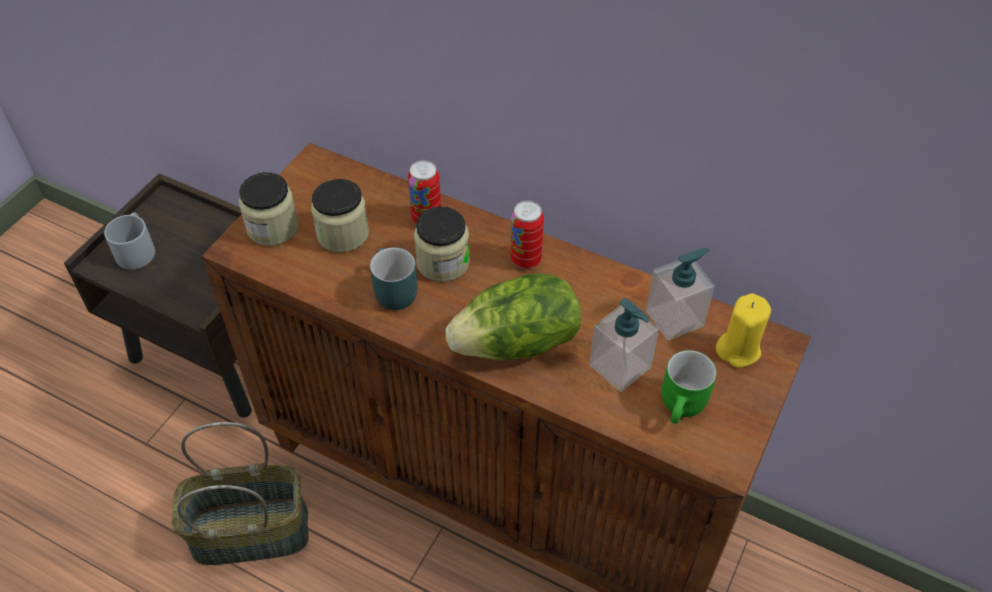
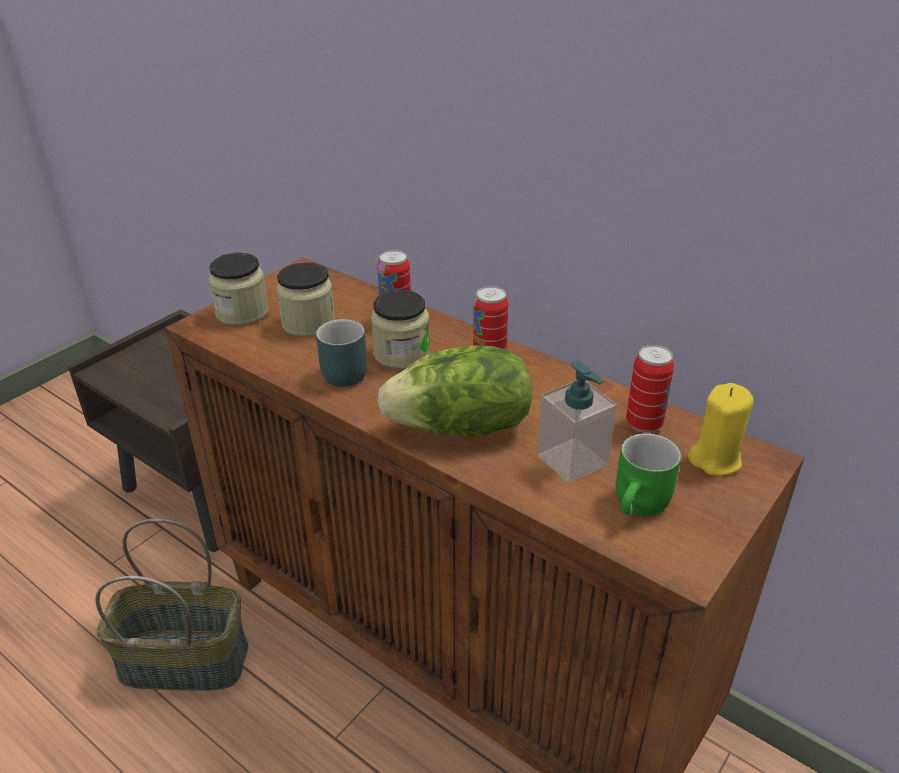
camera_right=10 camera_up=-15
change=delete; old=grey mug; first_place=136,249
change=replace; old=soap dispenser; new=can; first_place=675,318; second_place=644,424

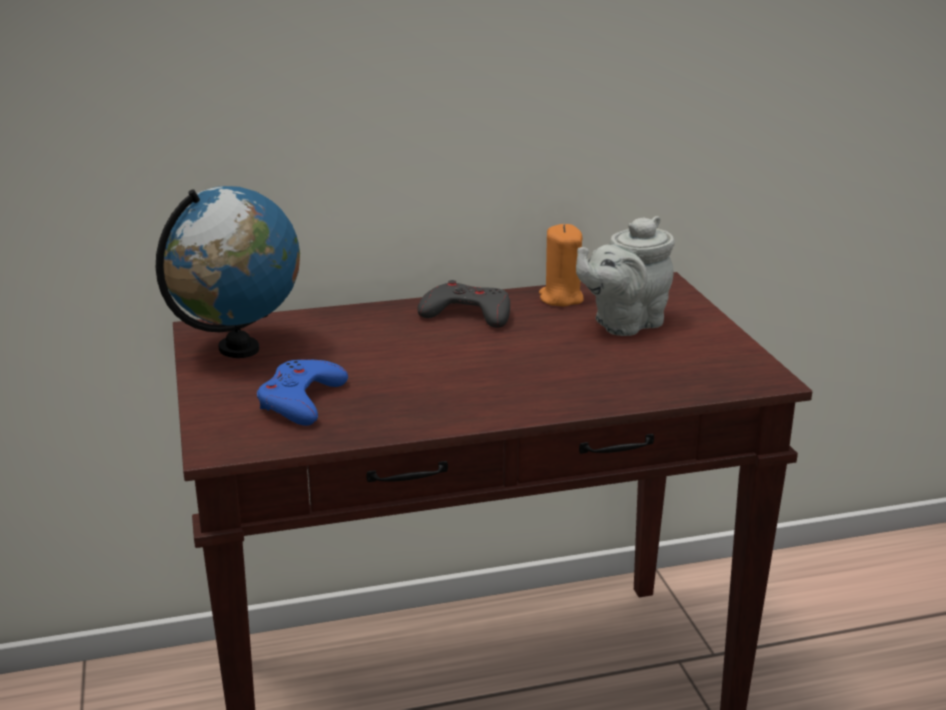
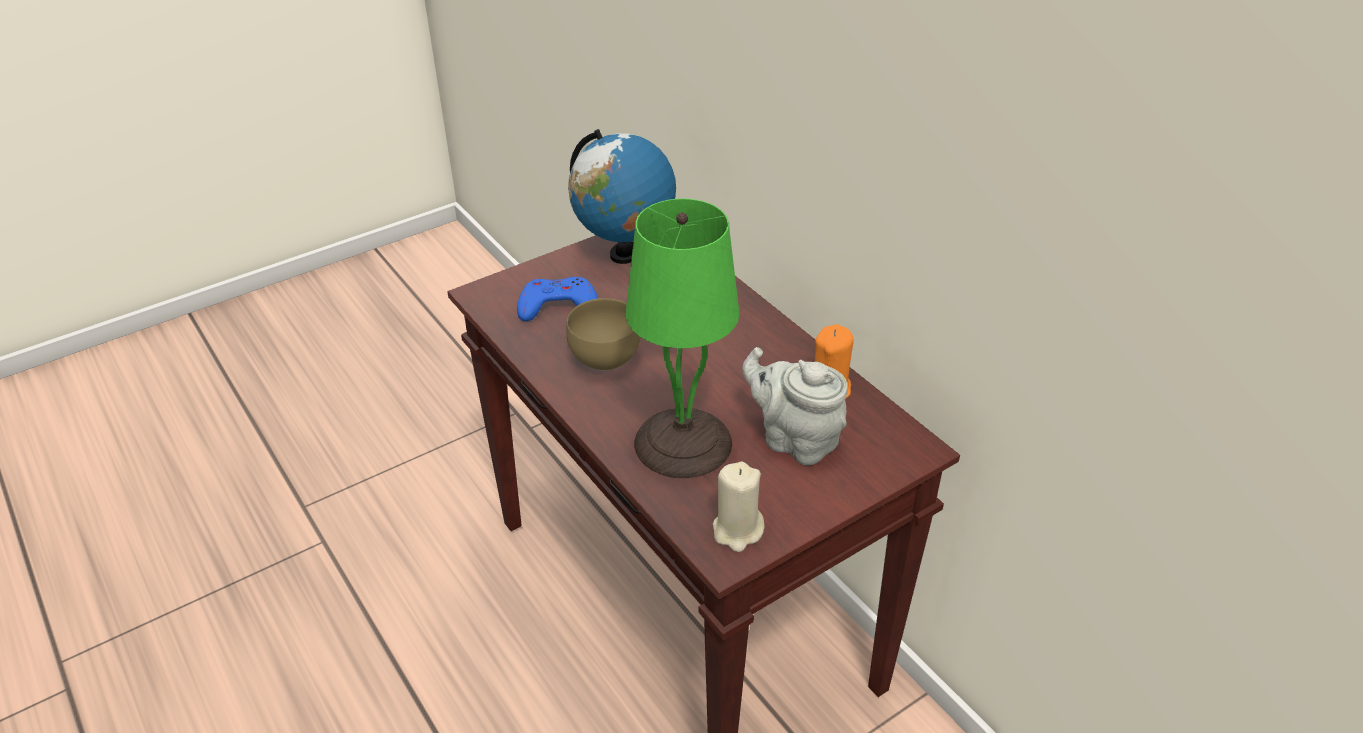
camera_right=70 camera_up=15
change=delete; old=grey game controller; first_place=467,314
change=insert; new=green table lamp; second_place=681,442
change=insert; new=brown bowl; second_place=607,359
change=insert; new=beige candle; second_place=737,530

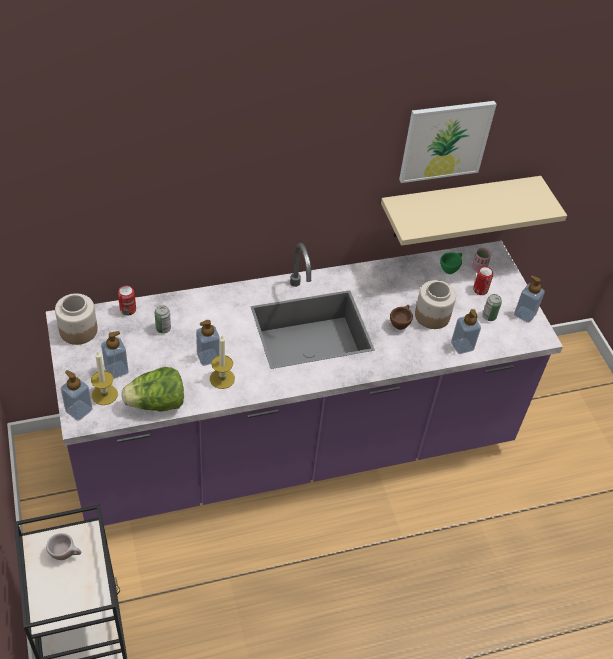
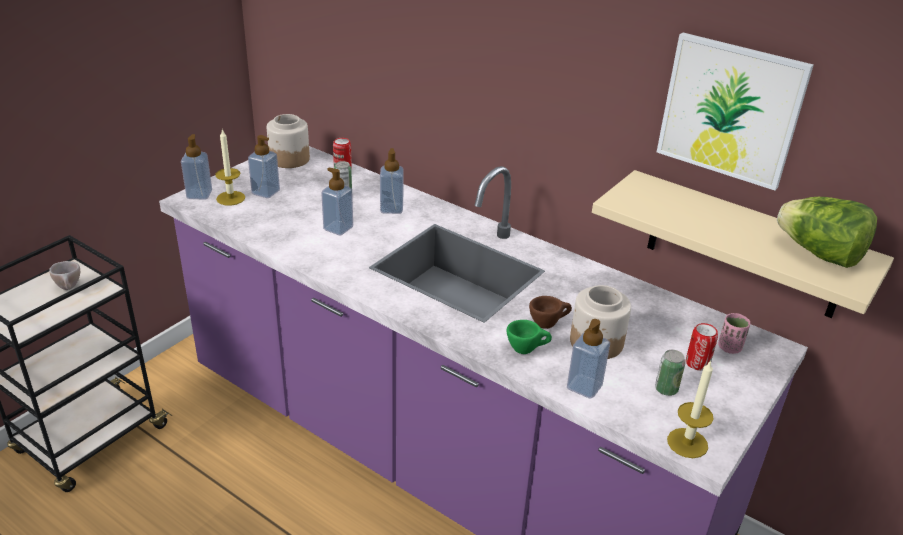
camera_right=55 camera_up=-15
change=move; old=green cup; first_place=450,269; second_place=527,350
change=move; old=soap dispenser; first_place=524,314; second_place=391,208
change=move; old=candle; first_place=222,378; second_place=687,443
change=move; old=lettuce; first_place=156,403; second_place=819,254

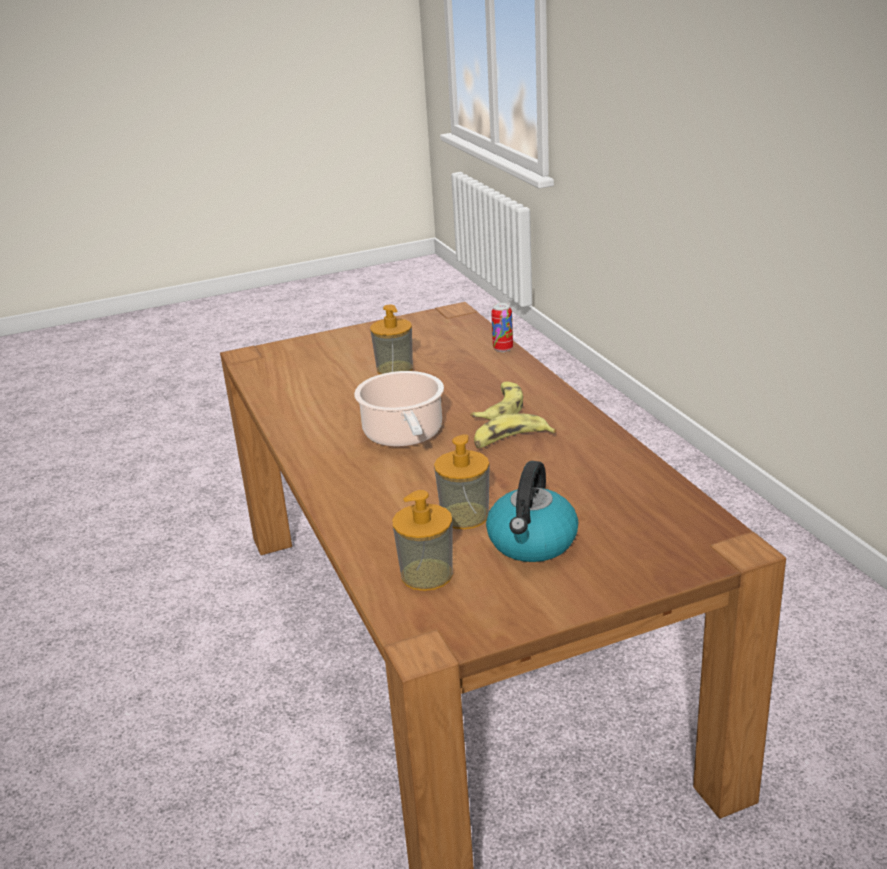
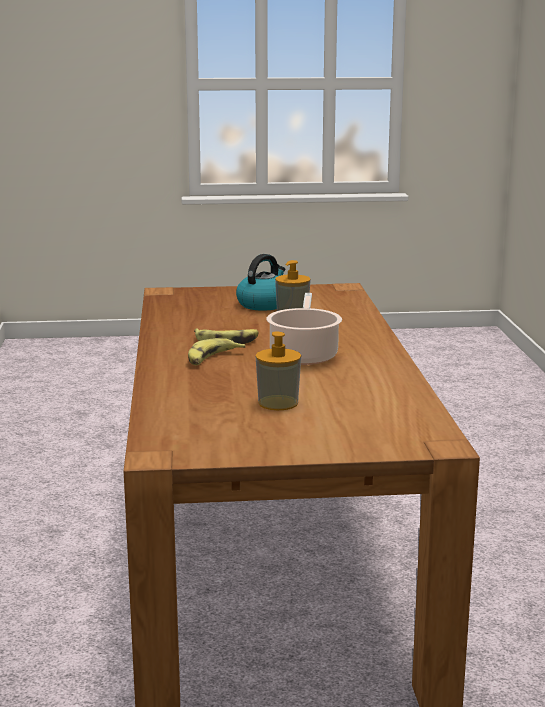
camera_right=-165 camera_up=-10
change=delete; old=can; first_place=503,349
change=delete; old=soap dispenser; first_place=426,574

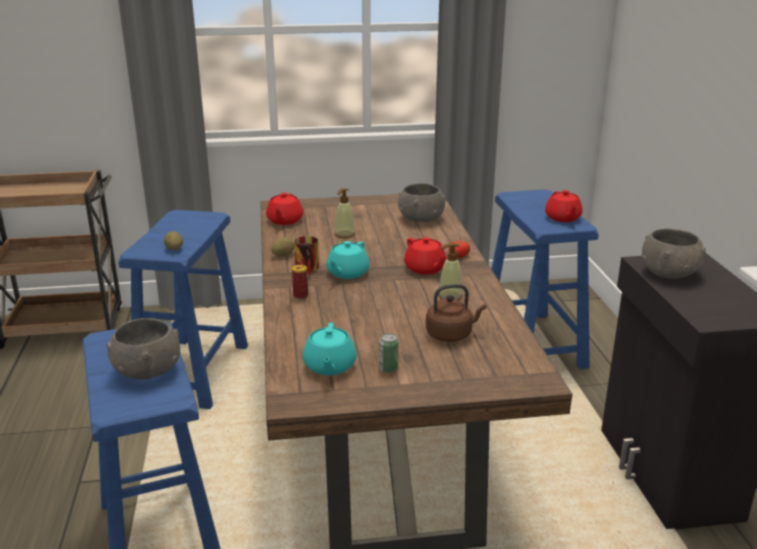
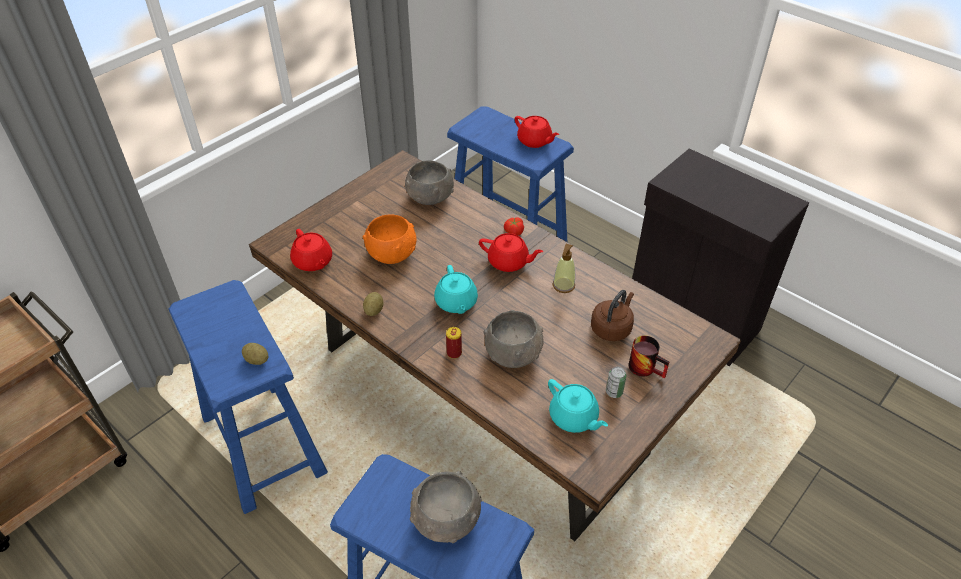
camera_right=-40 camera_up=20
change=replace; old=soap dispenser; new=orange bowl; first_place=344,235; second_place=392,253
change=move; old=grey bowl; first_place=670,273; second_place=513,353
change=move; old=mug; first_place=310,269; second_place=647,367

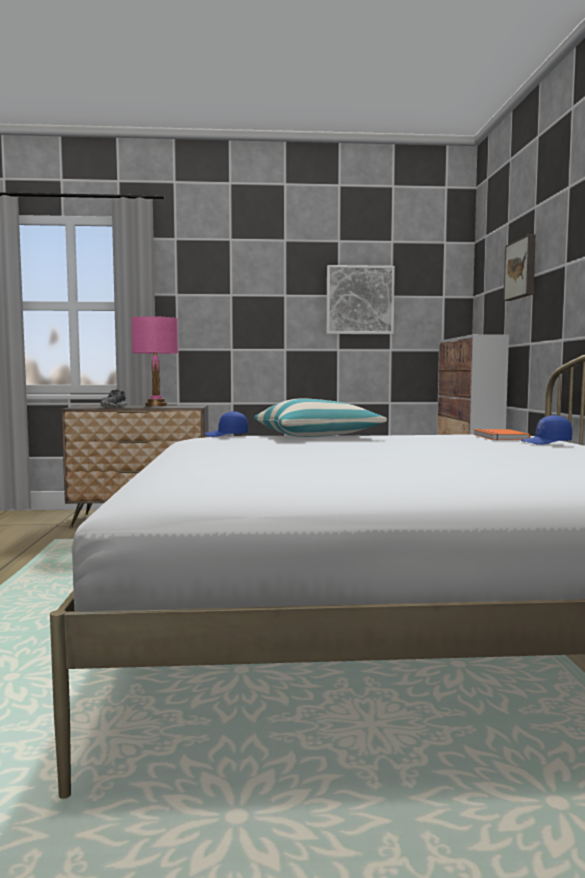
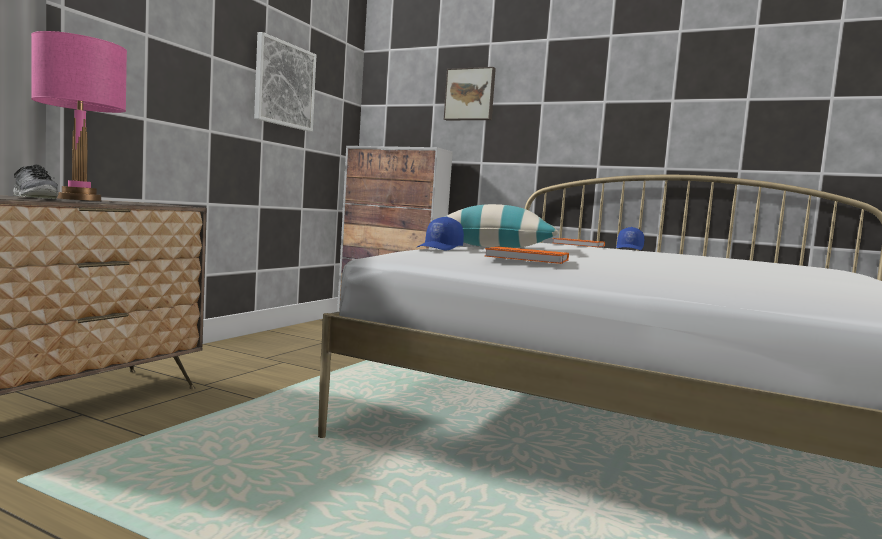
camera_right=-60 camera_up=0
change=insert; new=orange book; second_place=527,259

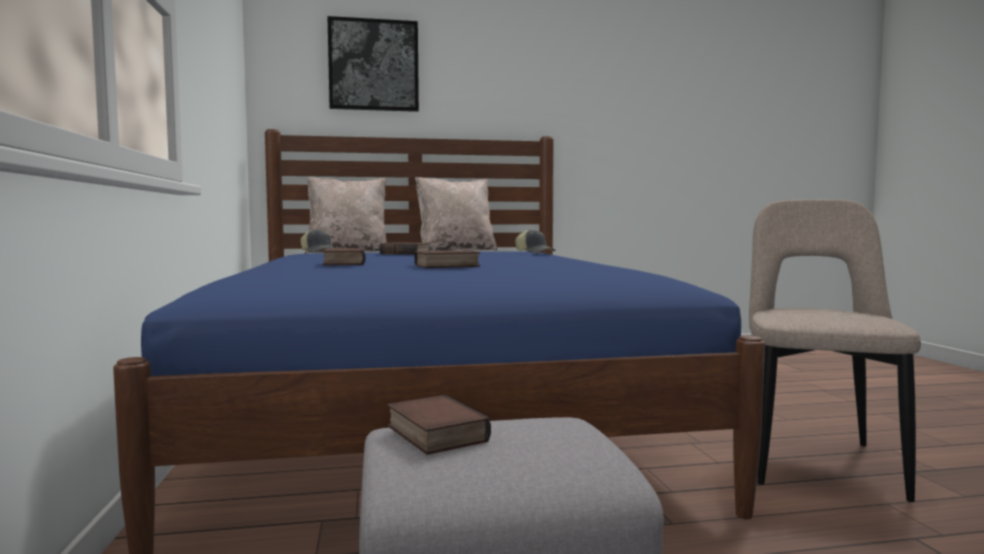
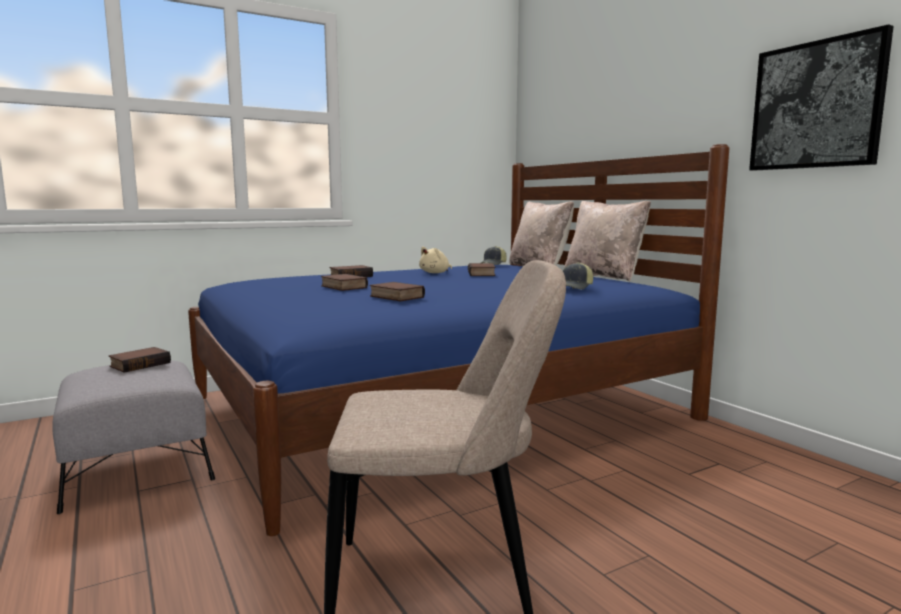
camera_right=70 camera_up=5
change=move; old=picture; first_place=373,65; second_place=816,105
change=insert; new=beige plush toy; second_place=435,273
change=insert; new=book; second_place=395,297

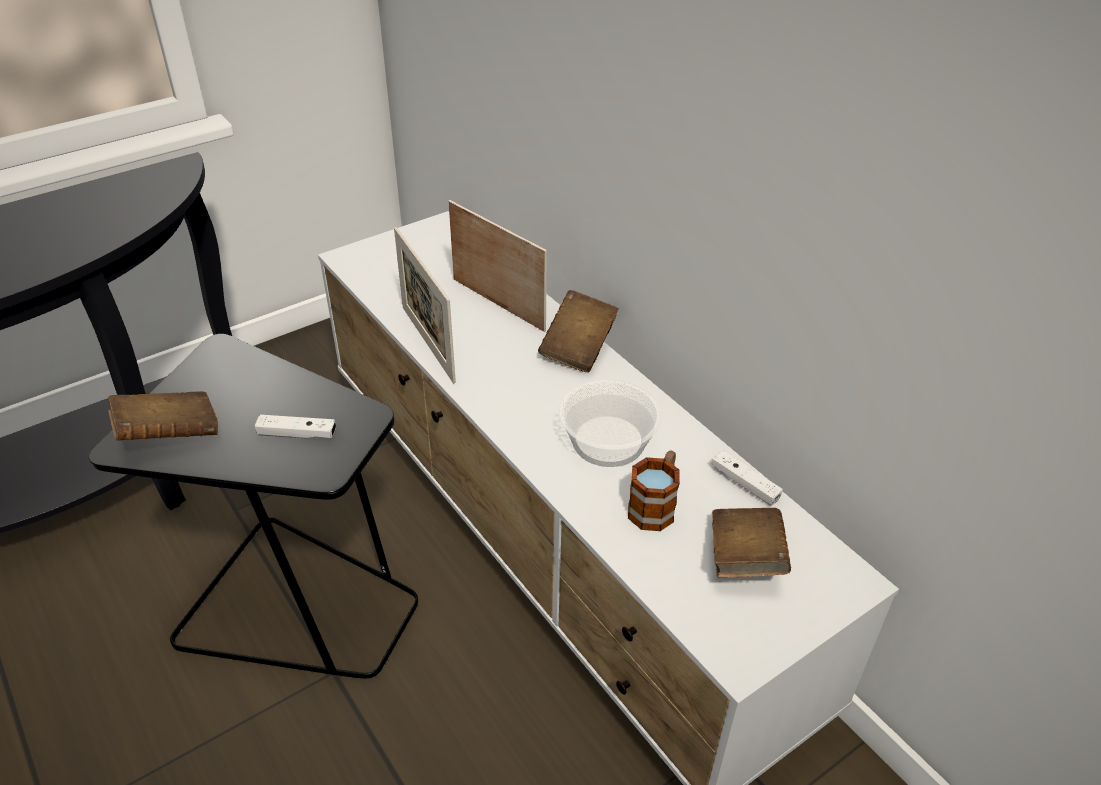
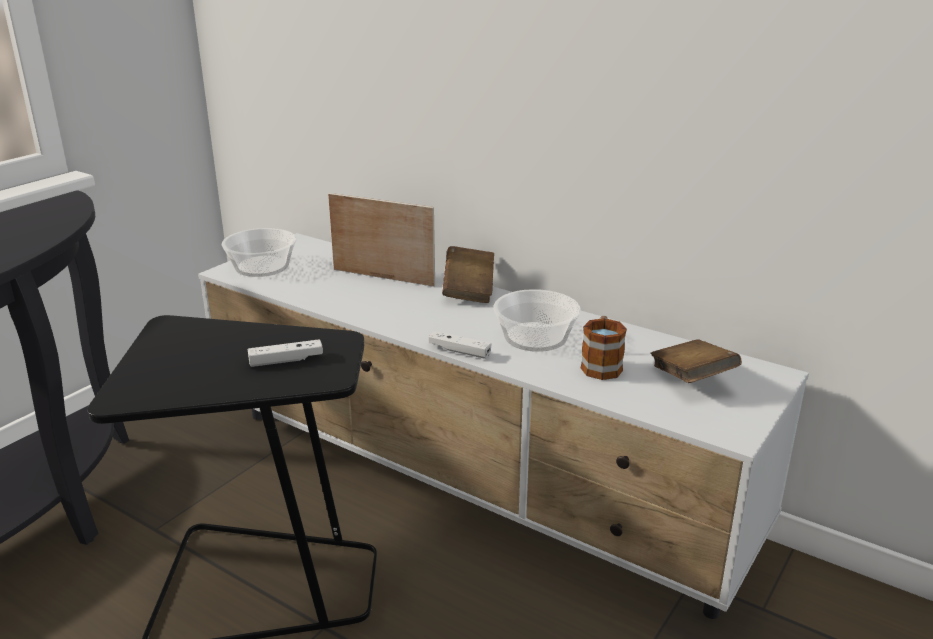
camera_right=-20 camera_up=-15
change=delete; old=picture frame; first_place=428,343
change=delete; old=brown book; first_place=169,435
change=move; old=white game controller; first_place=744,484; second_place=459,351
change=insert; new=bowl; second_place=263,266

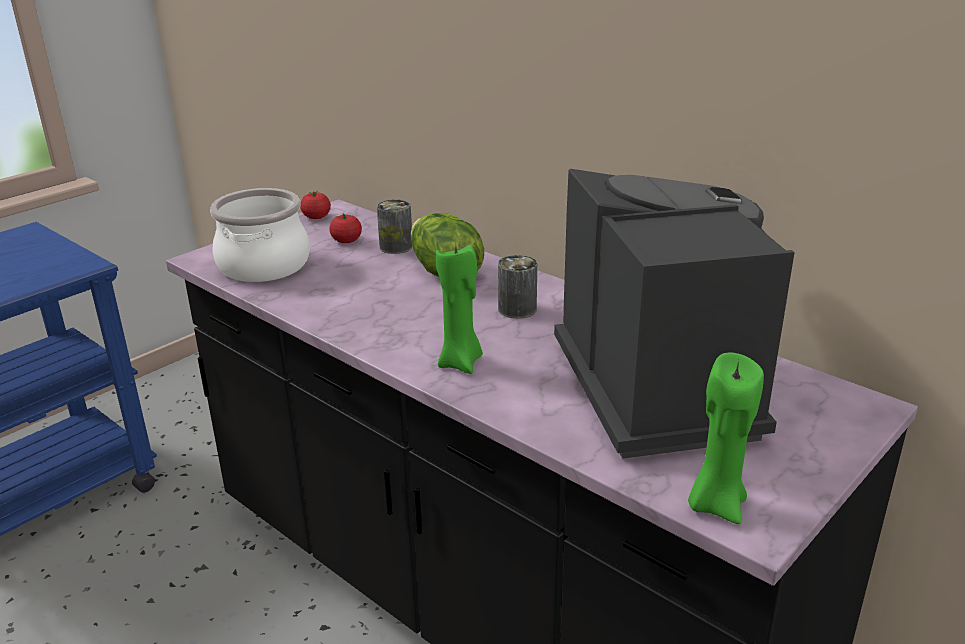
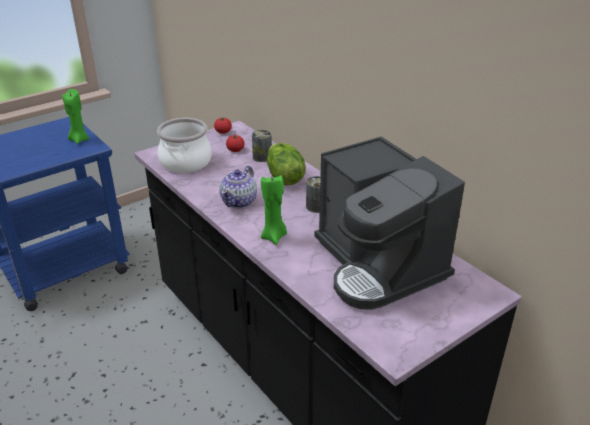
camera_right=10 camera_up=5
change=rotate; old=coffee machine; first_place=660,386; second_place=378,265; degrees=150
change=move; old=green candle; first_place=715,504; second_place=79,140
change=insert; new=teapot; second_place=239,201

